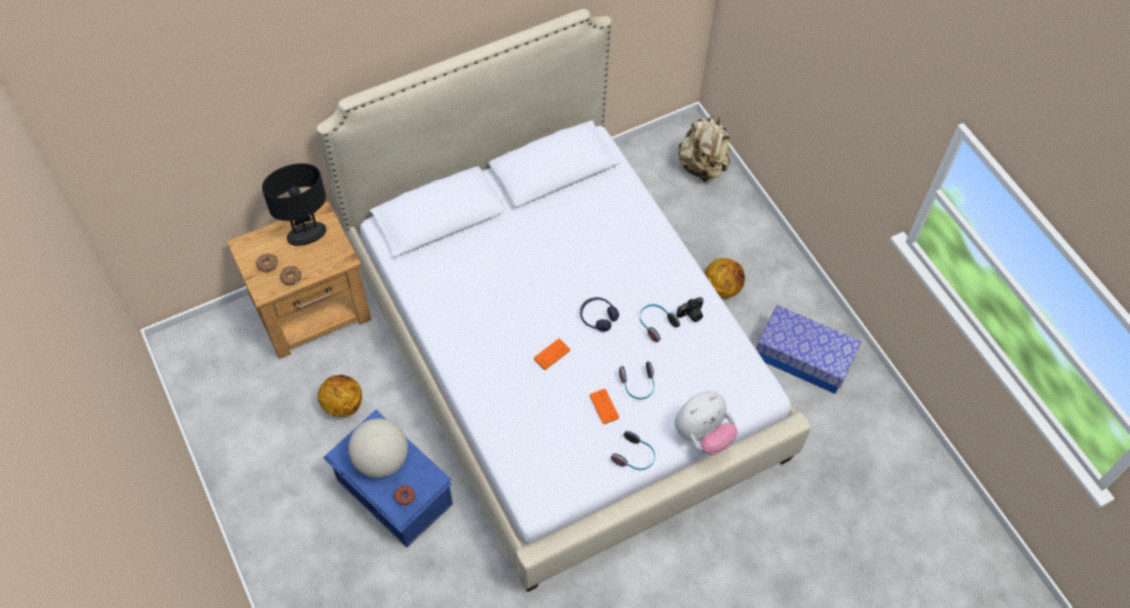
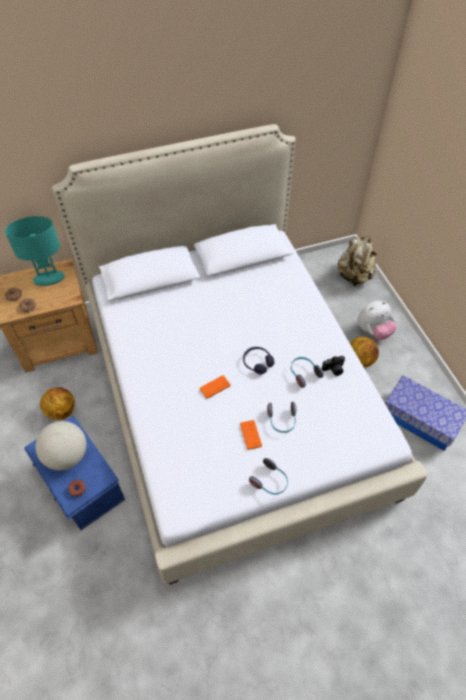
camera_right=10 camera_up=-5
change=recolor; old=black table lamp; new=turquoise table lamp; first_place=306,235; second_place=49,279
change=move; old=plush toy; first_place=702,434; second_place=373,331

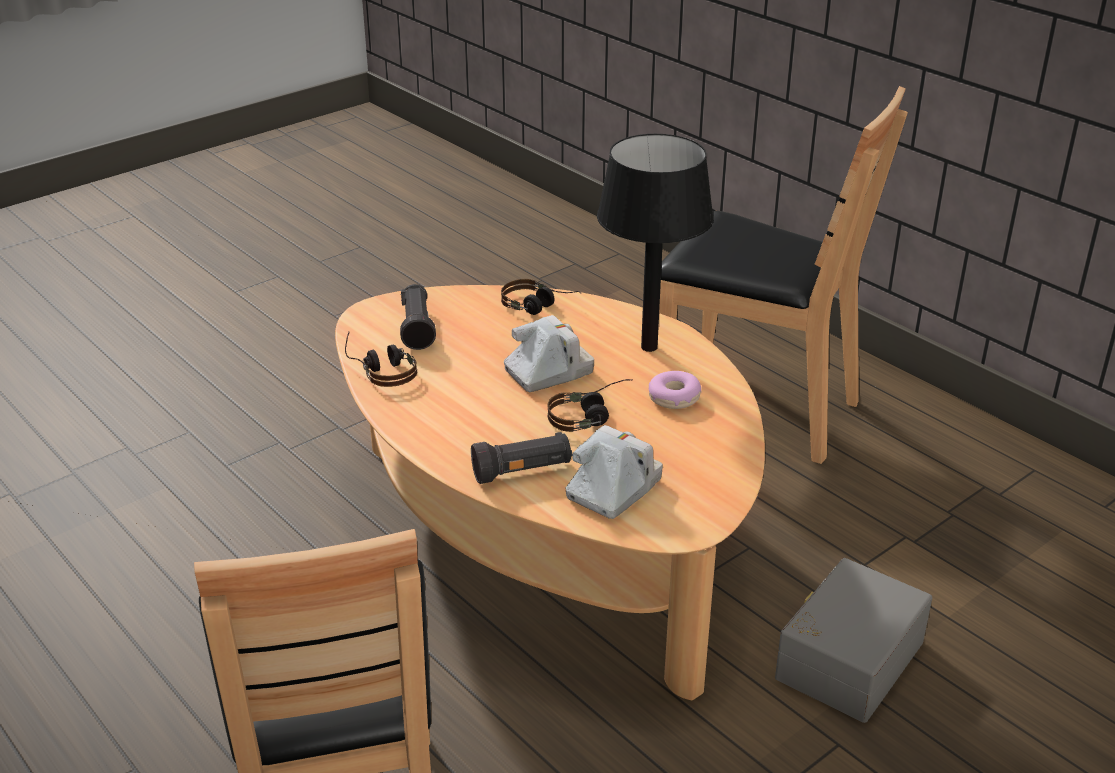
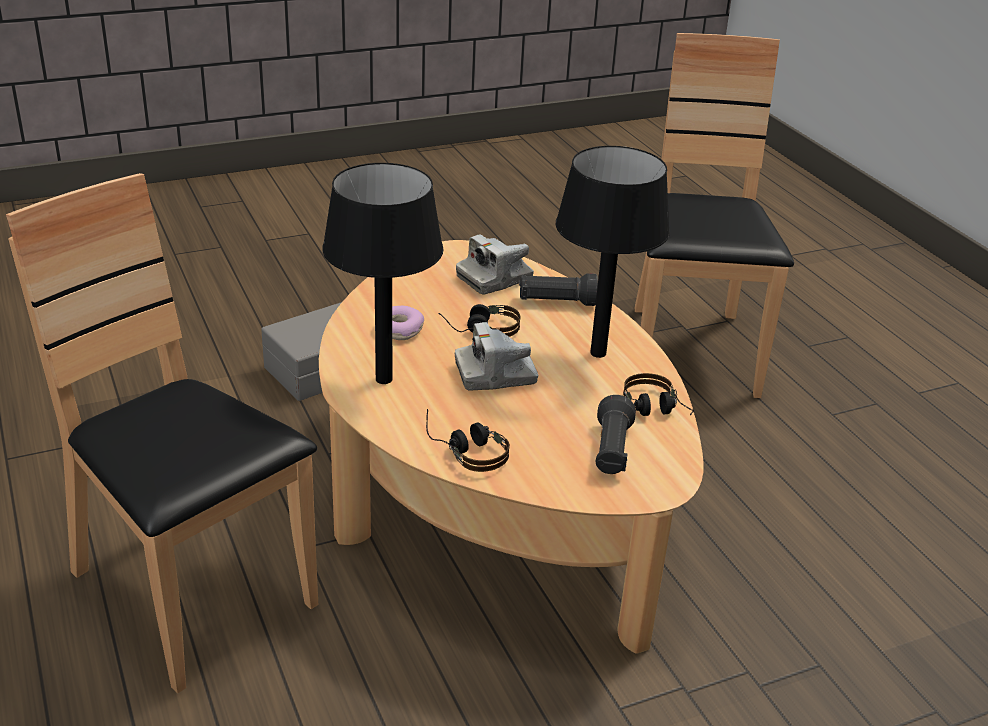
camera_right=-165 camera_up=0
change=insert; new=black table lamp; second_place=598,353

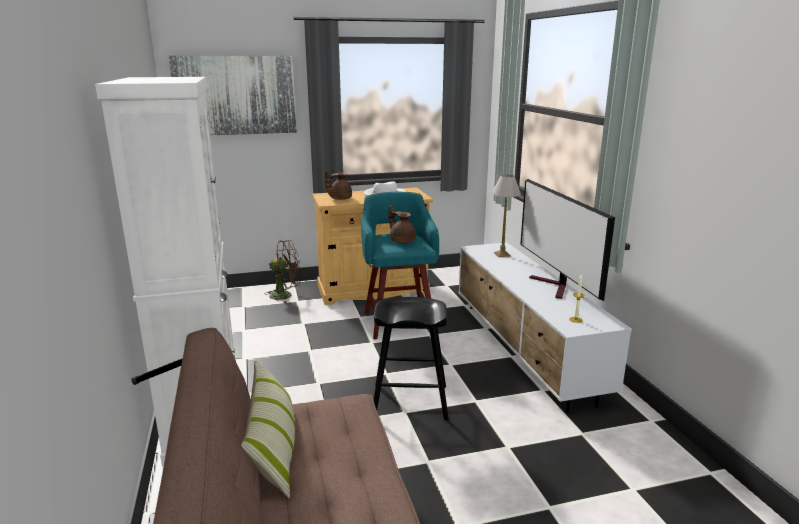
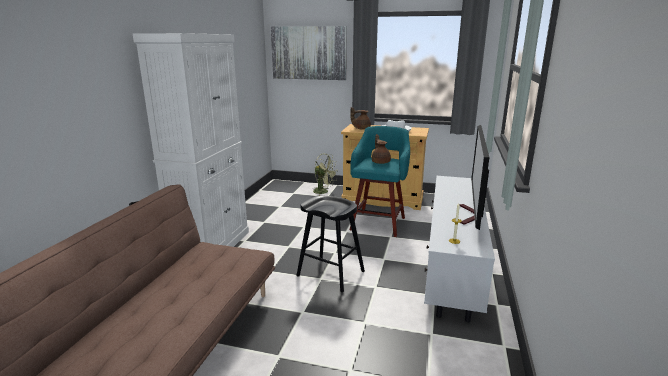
camera_right=30 camera_up=0
change=delete; old=table lamp; first_place=502,254
change=recolor; old=brown fan; new=green fan; first_place=286,295; second_place=324,192
change=delete; old=pillow; first_place=274,448

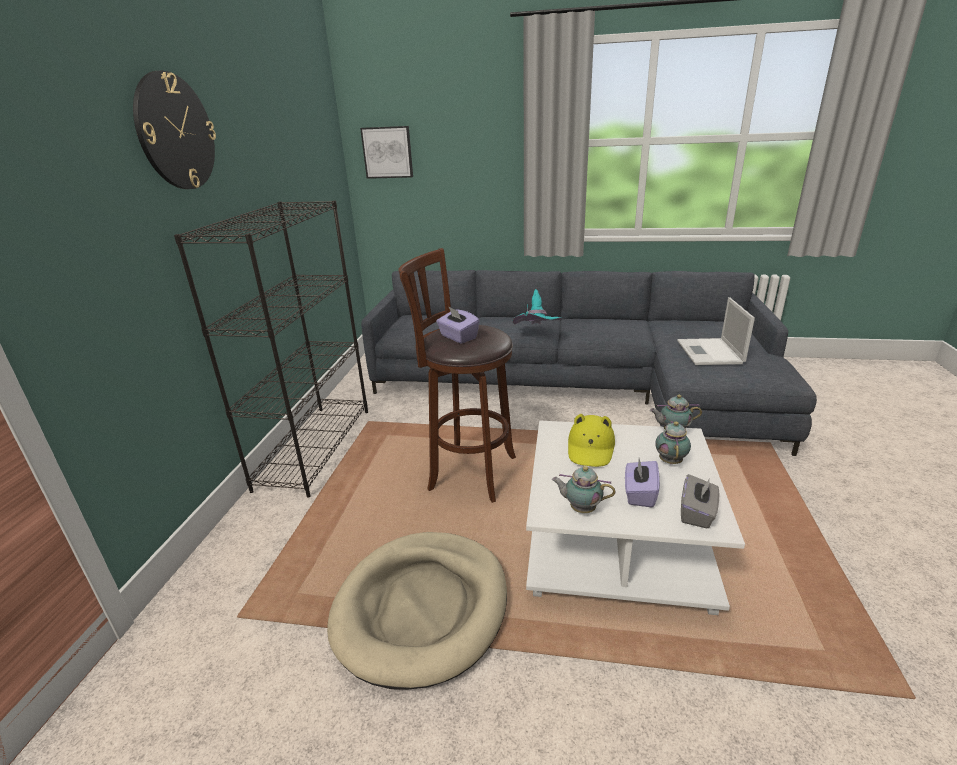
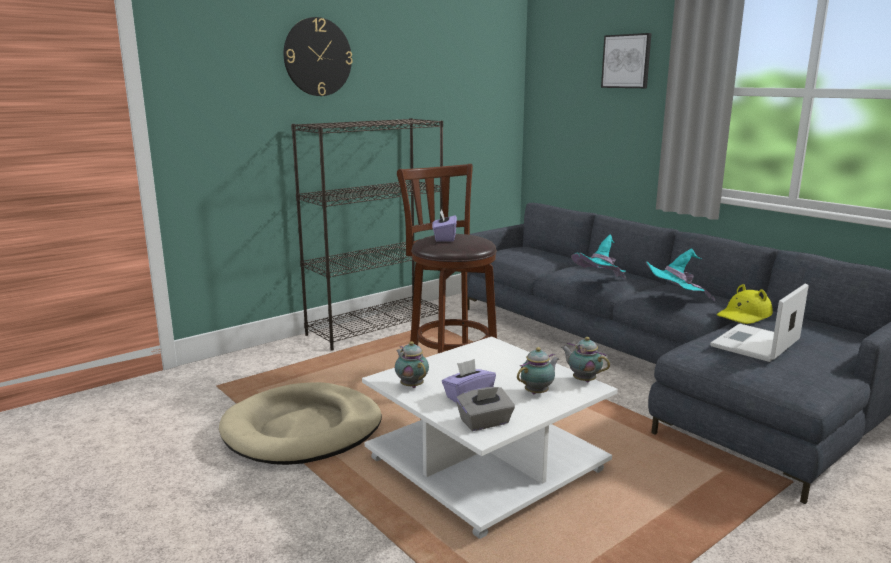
camera_right=40 camera_up=-10
change=move; old=picture; first_place=387,152; second_place=626,61
change=move; old=yellow hat; first_place=591,448; second_place=744,315
change=insert; new=turquoise hat; second_place=674,301

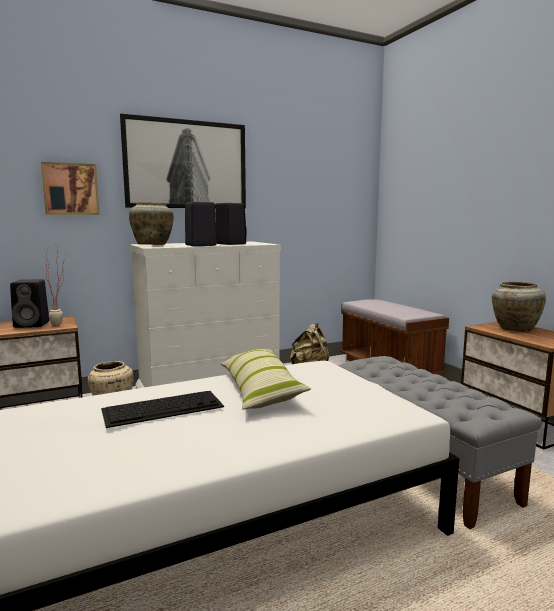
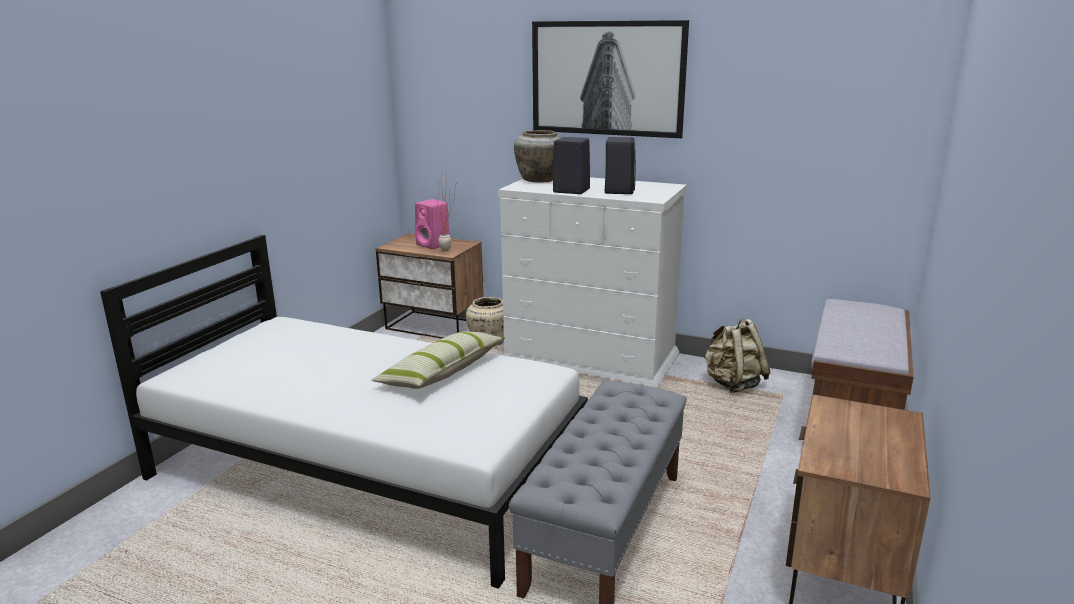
camera_right=50 camera_up=10
change=delete; old=picture; first_place=70,189
change=recolor; old=black speaker; new=pink speaker; first_place=33,324; second_place=434,245
change=delete; old=beige vase; first_place=514,328
change=delete; old=keyboard; first_place=164,407

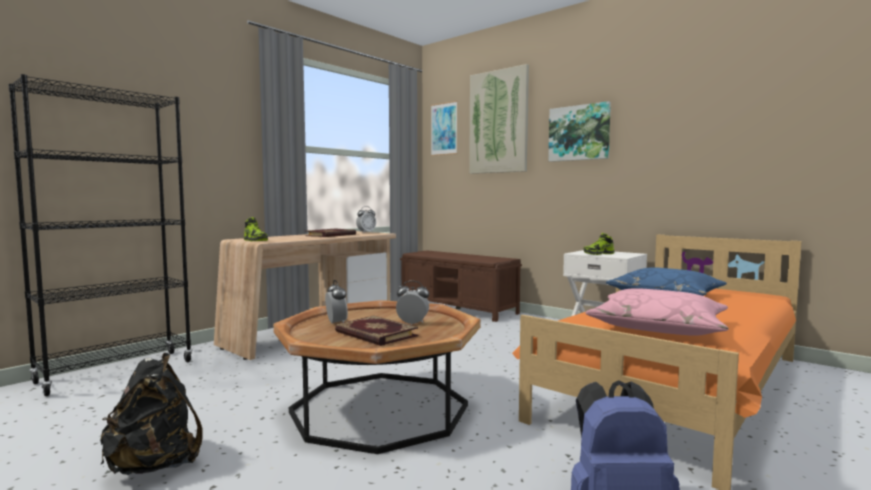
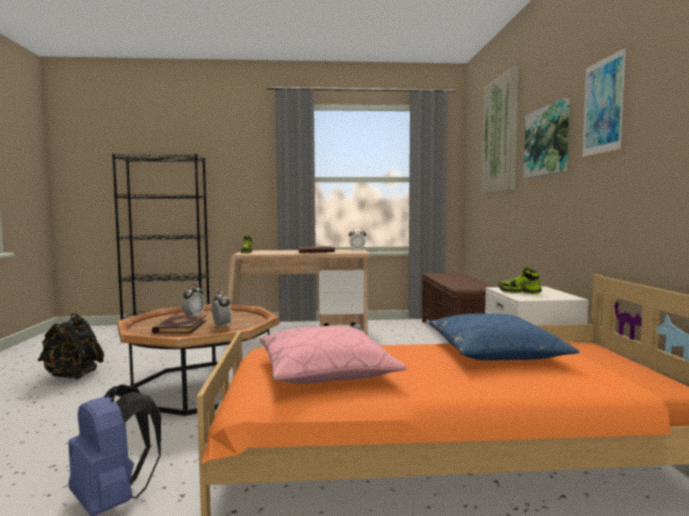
camera_right=45 camera_up=0
change=move; old=picture; first_place=444,129; second_place=603,106

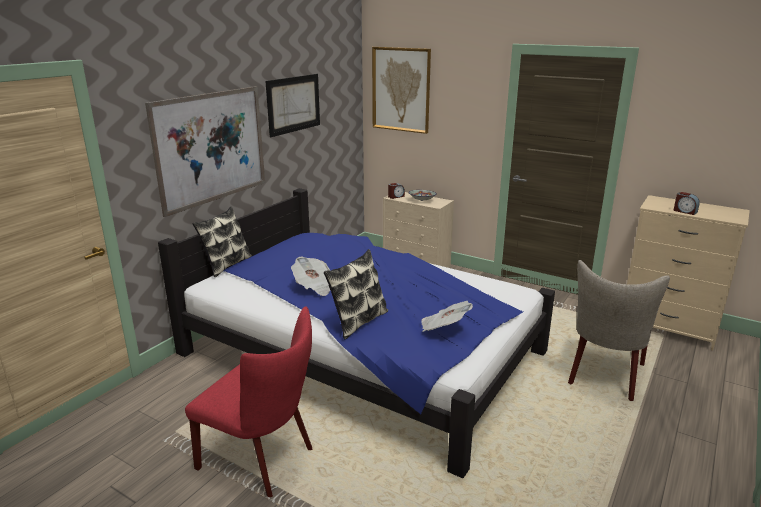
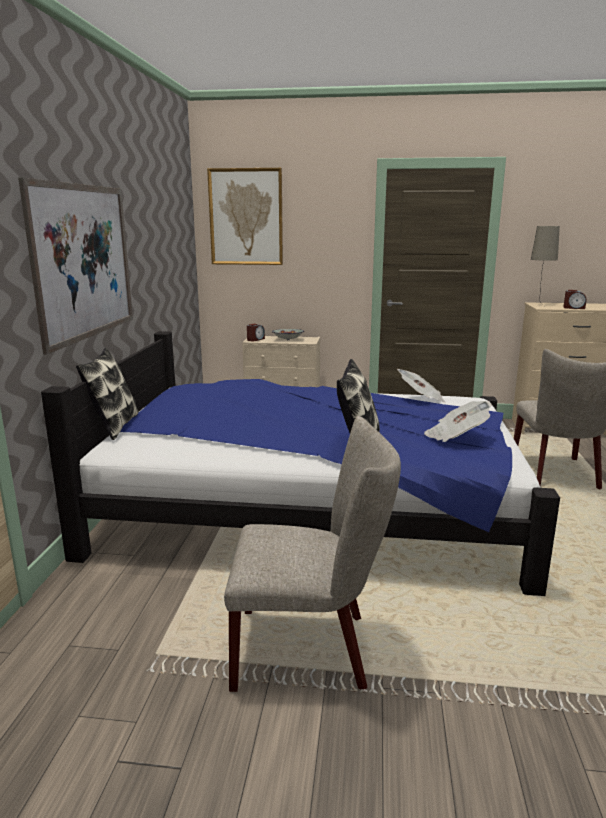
camera_right=-25 camera_up=-5
change=delete; old=picture; first_place=294,104
change=move; old=newspaper; first_place=315,287; second_place=421,398
change=recolor; old=red chair; new=beige chair; first_place=262,459; second_place=311,649
change=insert; new=beige table lamp; second_place=538,305

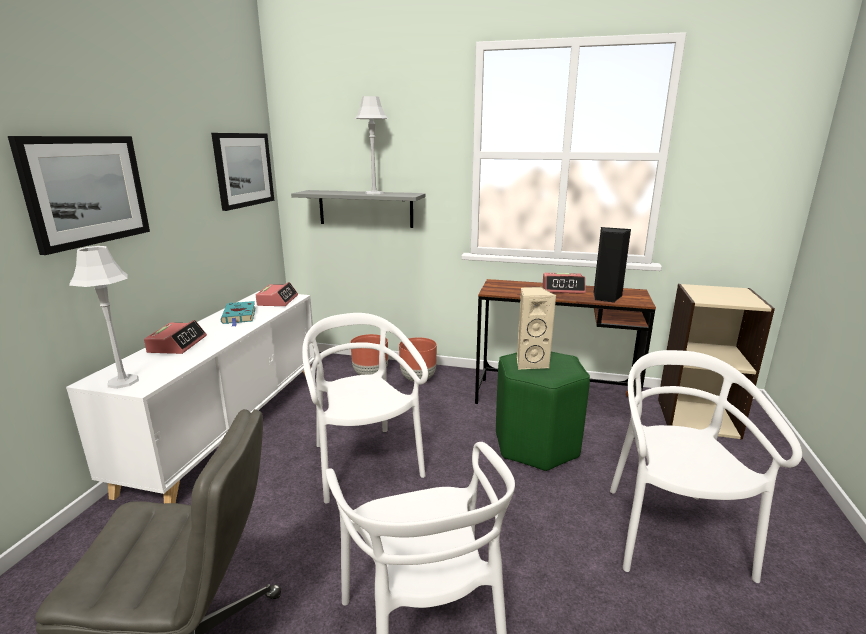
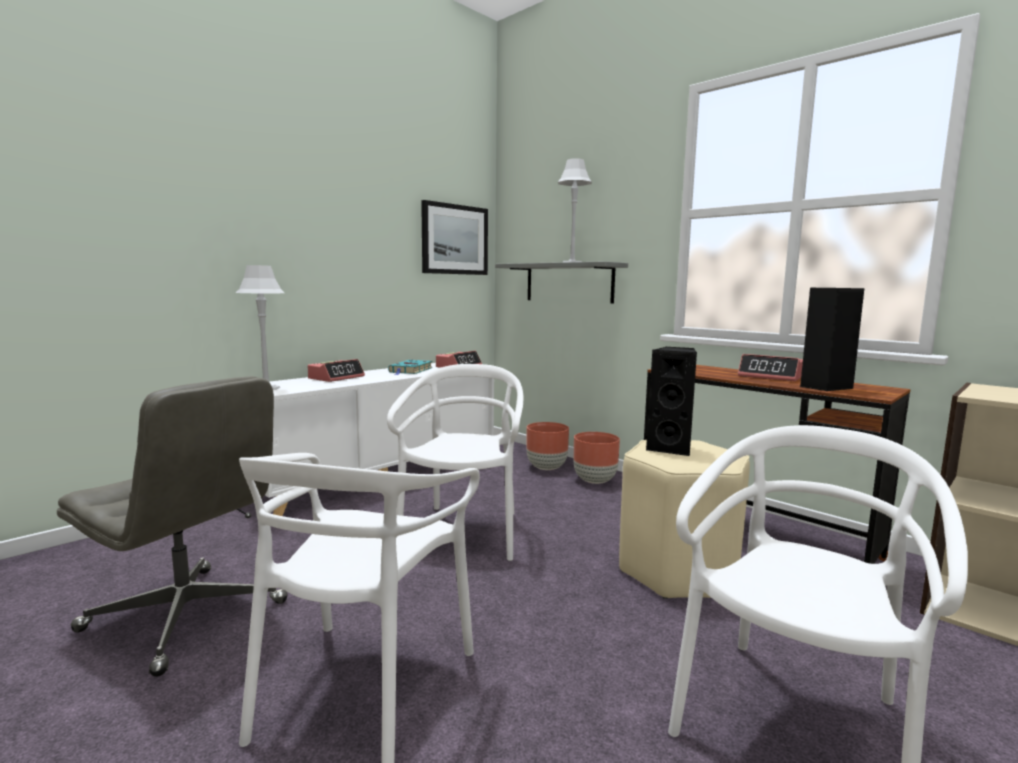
camera_right=30 camera_up=-10
change=delete; old=picture; first_place=86,190
change=recolor; old=beige speaker; new=black speaker; first_place=530,363; second_place=671,448
change=recolor; old=green stool; new=beige stool; first_place=535,445; second_place=677,571

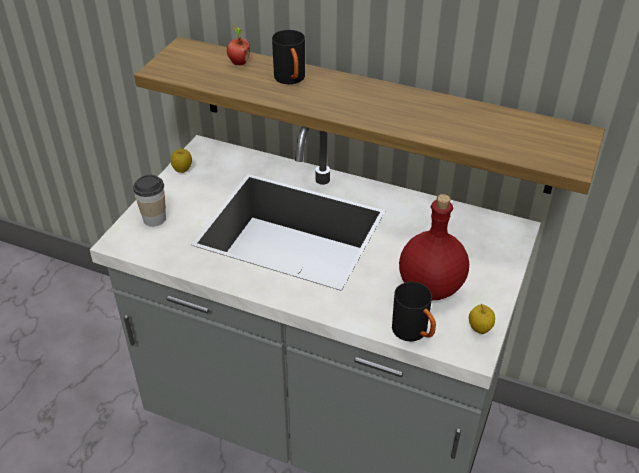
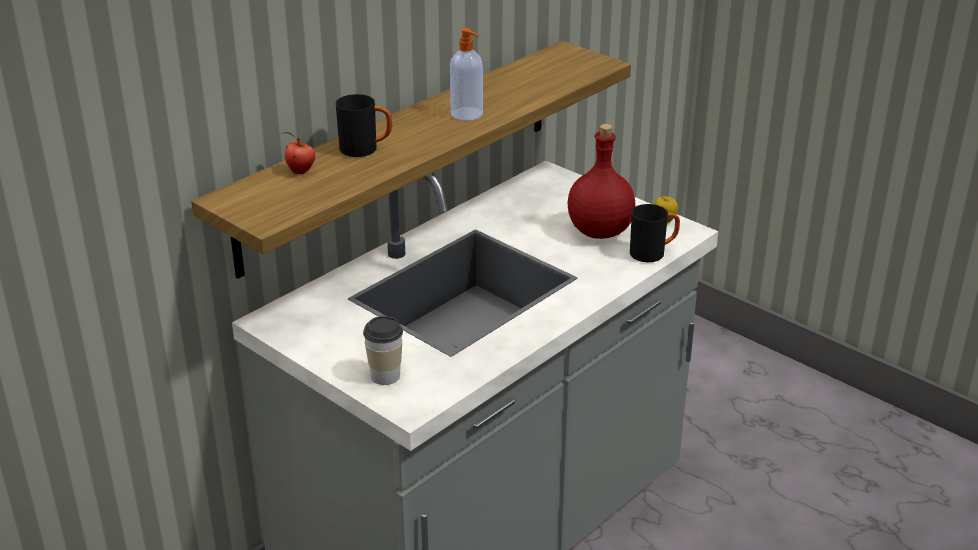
camera_right=-70 camera_up=-10
change=delete; old=apple; first_place=182,170
change=insert; new=soap dispenser; second_place=467,114

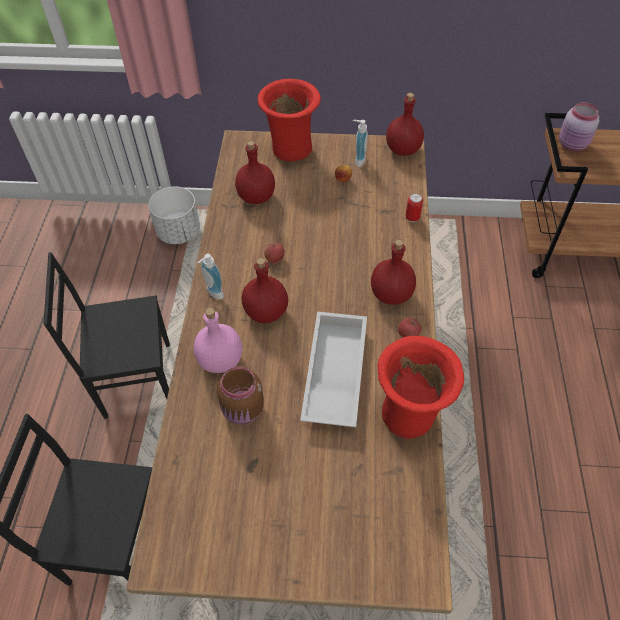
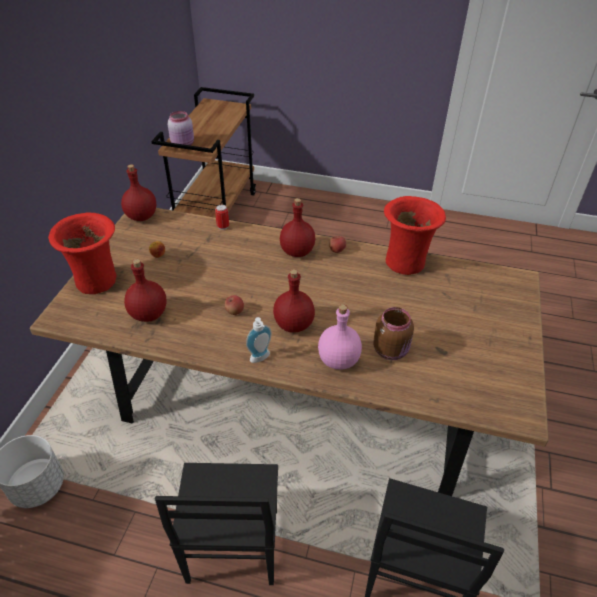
camera_right=-80 camera_up=-10
change=delete; old=soap dispenser; first_place=358,160
change=delete; old=white tray; first_place=333,373

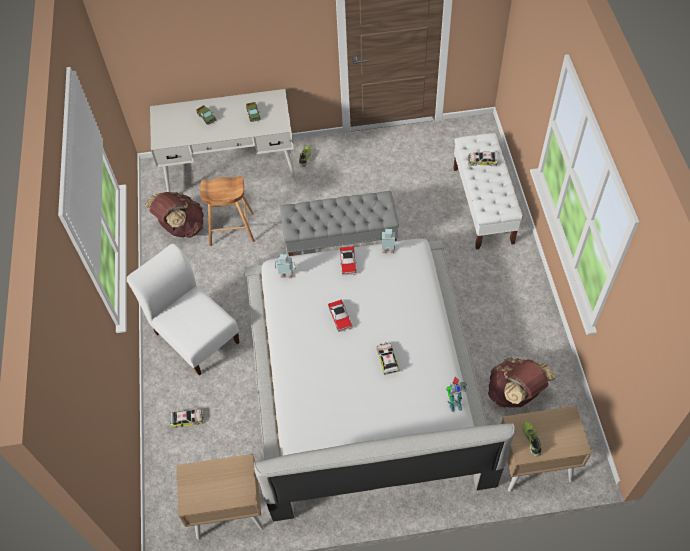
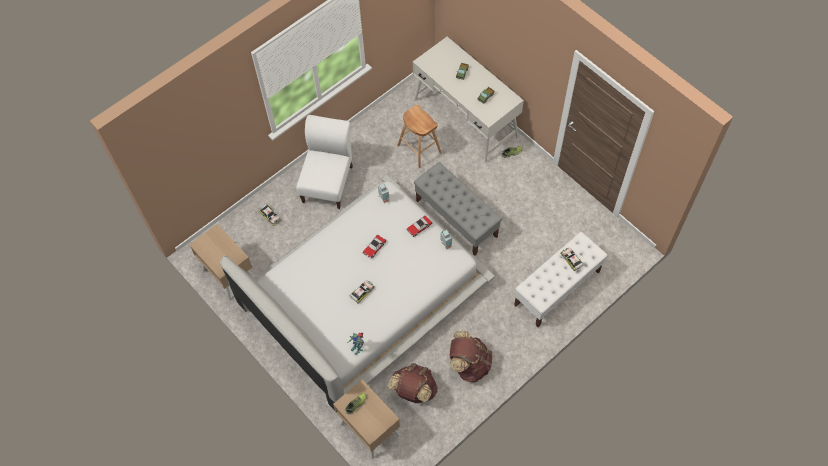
camera_right=55 camera_up=5
change=move; old=brown backpack; first_place=181,228; second_place=469,364

